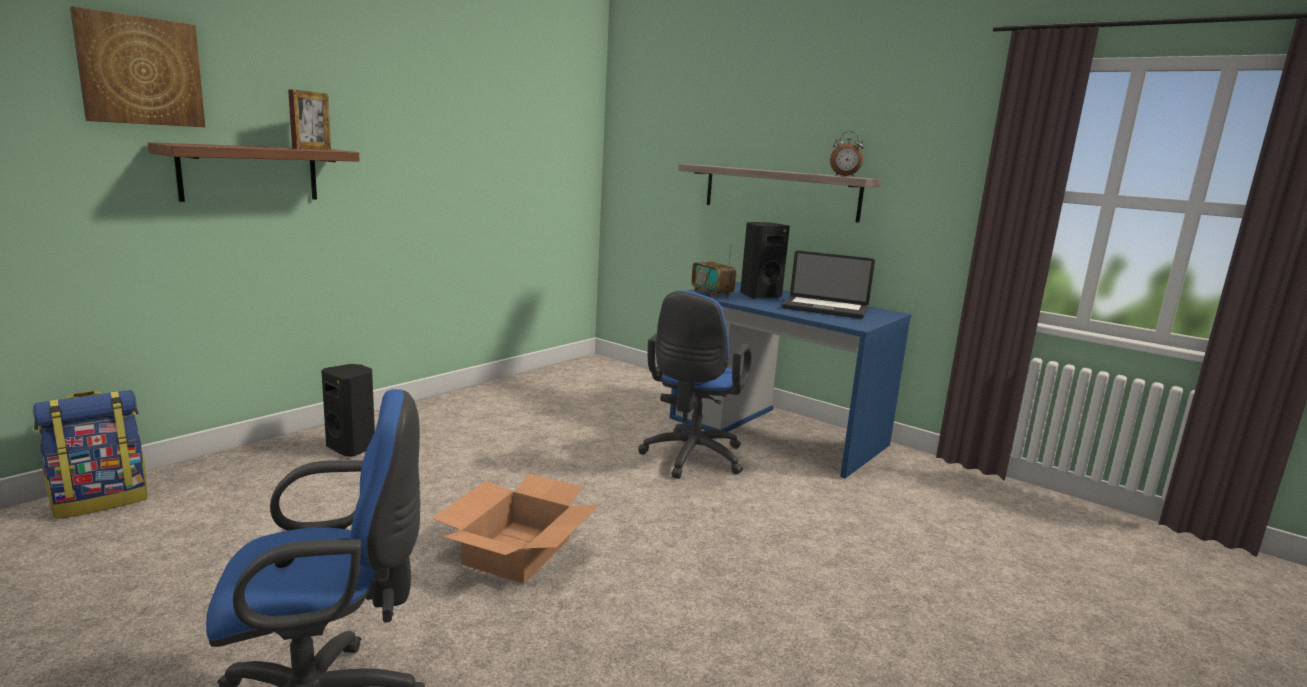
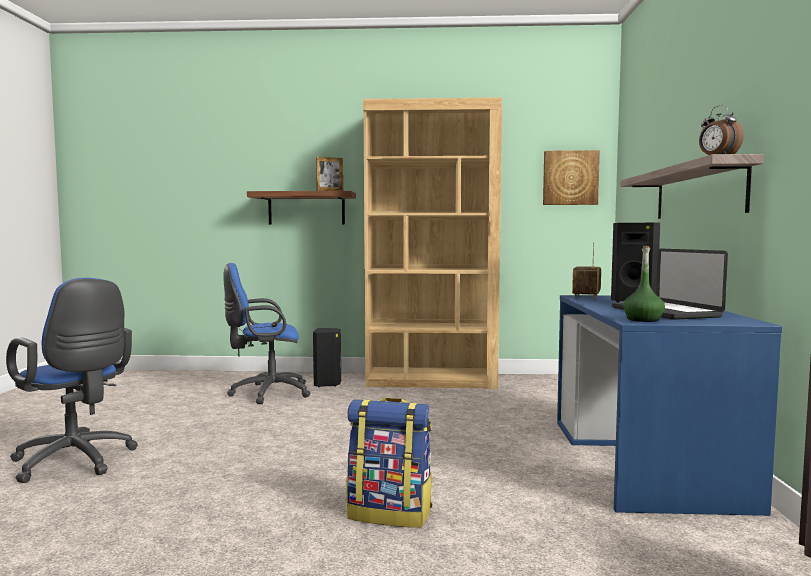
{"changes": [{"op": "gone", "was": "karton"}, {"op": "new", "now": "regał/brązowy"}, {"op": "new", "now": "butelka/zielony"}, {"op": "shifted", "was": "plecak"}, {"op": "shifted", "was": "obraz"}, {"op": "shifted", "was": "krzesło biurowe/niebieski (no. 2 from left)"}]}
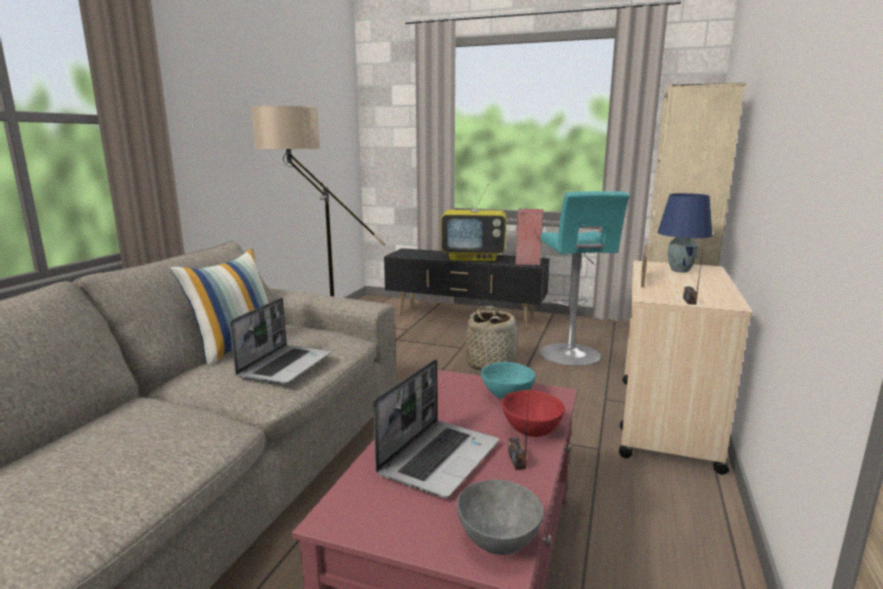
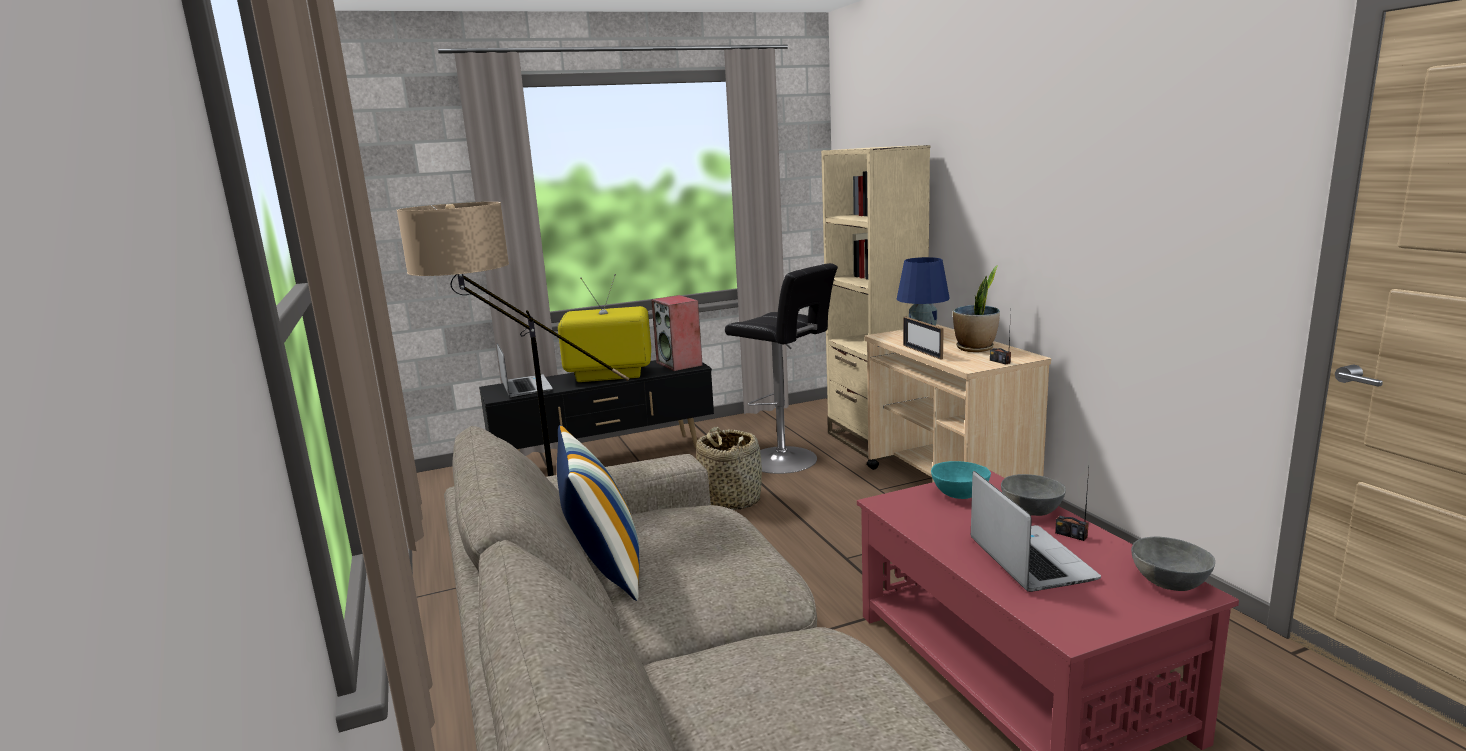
{"changes": [{"op": "new", "now": "roślina doniczkowa"}, {"op": "shifted", "was": "laptop (no. 1 from left)"}, {"op": "repainted", "was": "miska/czerwony", "now": "miska/szary (no. 1 from left)"}, {"op": "repainted", "was": "stołek/turkusowy", "now": "stołek/czarny"}, {"op": "rotated", "was": "telewizor", "clockwise": -150}]}
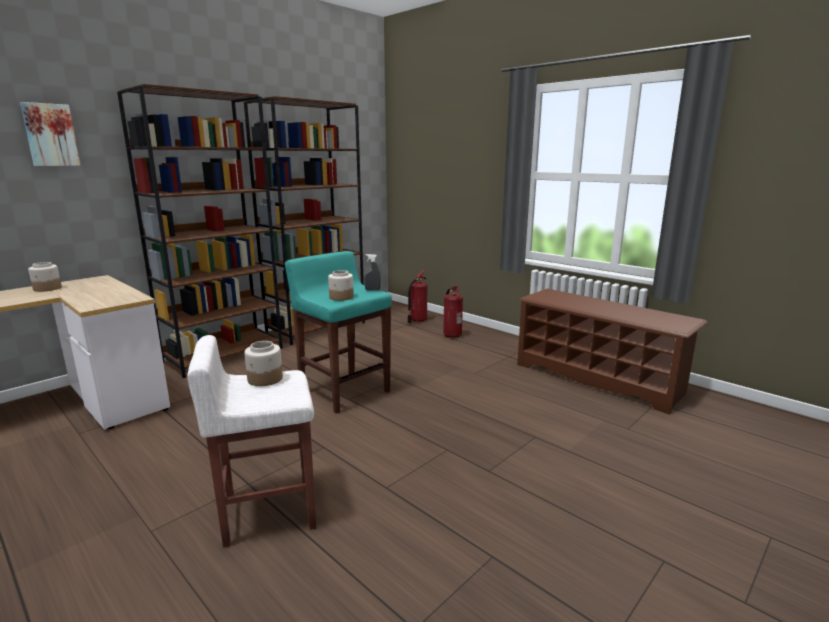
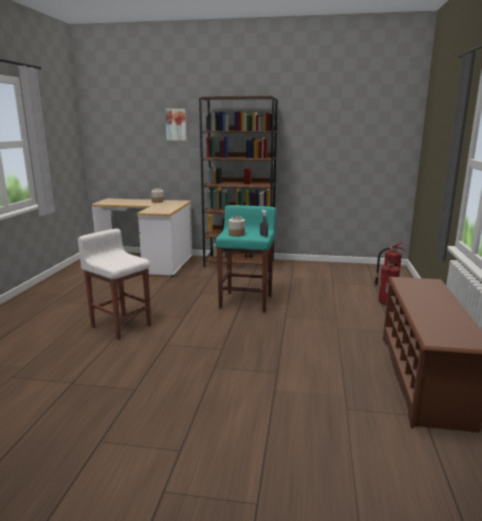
{"changes": [{"op": "gone", "was": "regał/brązowy (no. 2 from left)"}, {"op": "gone", "was": "słoik (no. 2 from left)"}]}
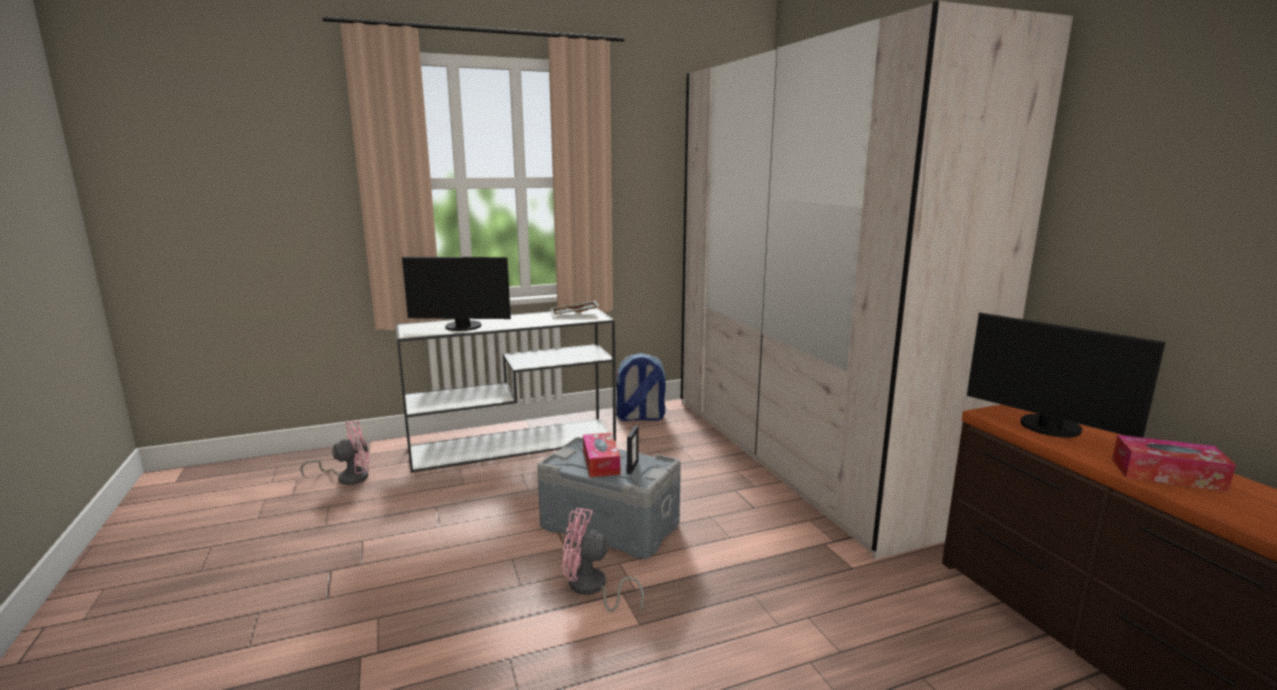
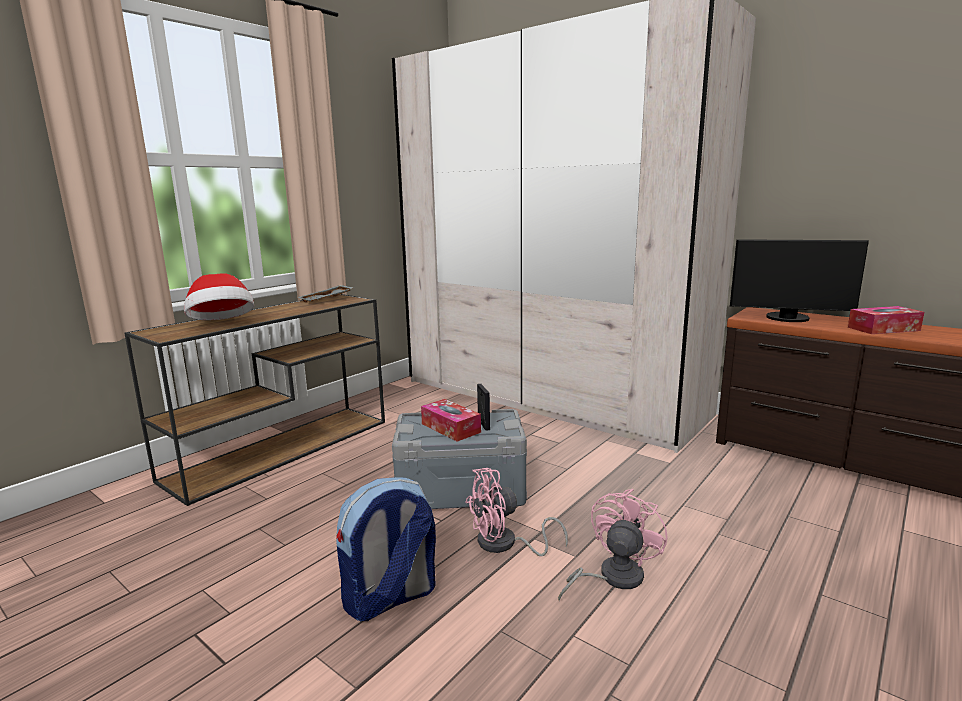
{"changes": [{"op": "shifted", "was": "wentylator/różowy (no. 1 from left in the first image)", "now": "wentylator/różowy (no. 2 from left)"}, {"op": "shifted", "was": "plecak"}, {"op": "swapped", "was": "monitor (no. 1 from left)", "now": "kapelusz"}, {"op": "repainted", "was": "stolik konsolowy/biały", "now": "stolik konsolowy/brązowy"}]}
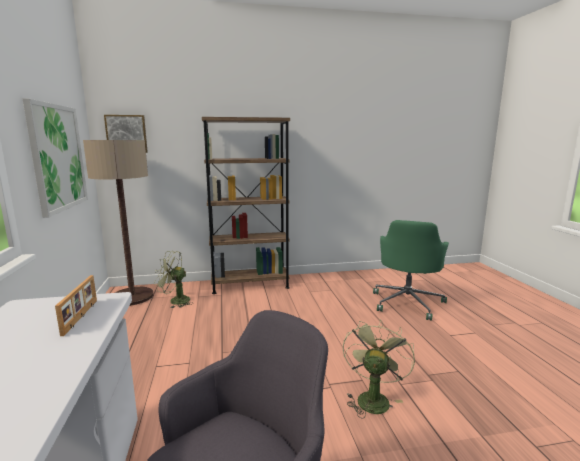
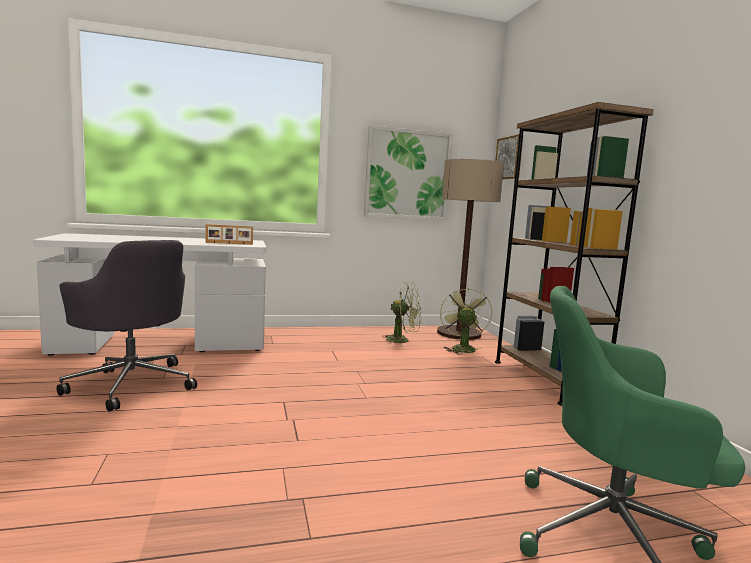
{"changes": [{"op": "shifted", "was": "wentylator/zielony (no. 2 from left in the first image)", "now": "wentylator/zielony (no. 1 from left)"}]}
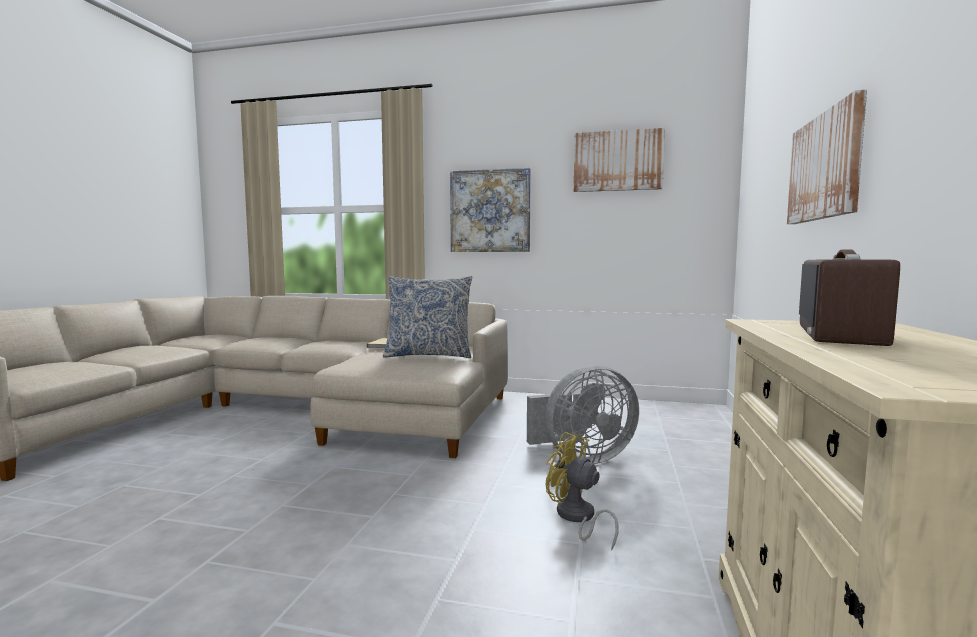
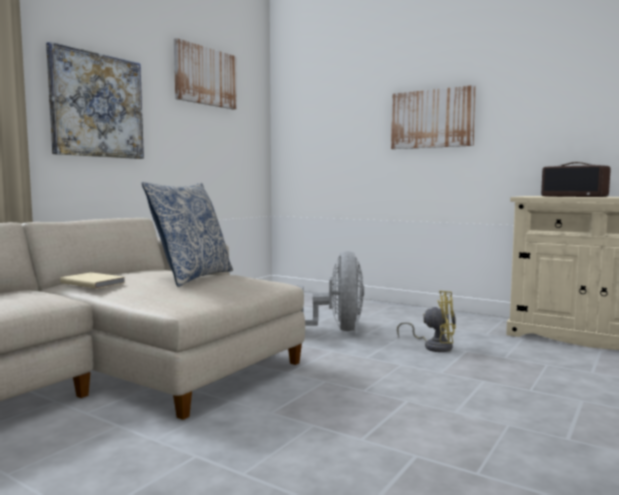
{"changes": [{"op": "rotated", "was": "wentylator/żółty", "clockwise": -135}]}
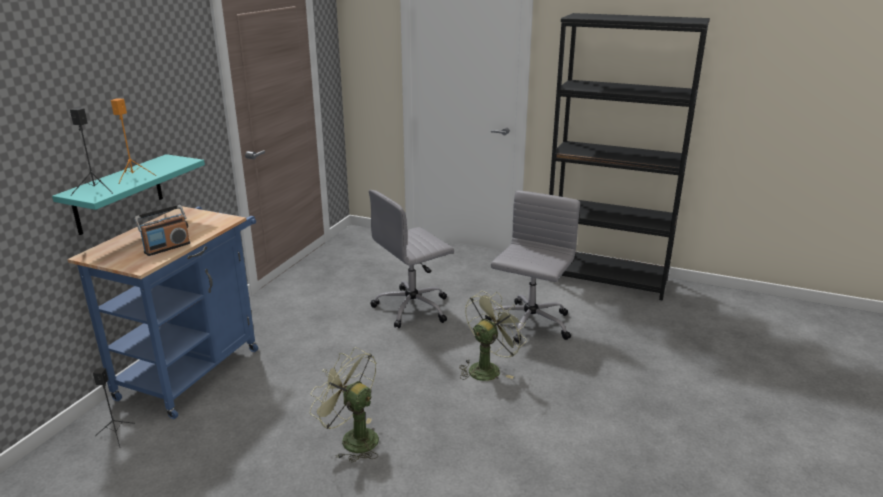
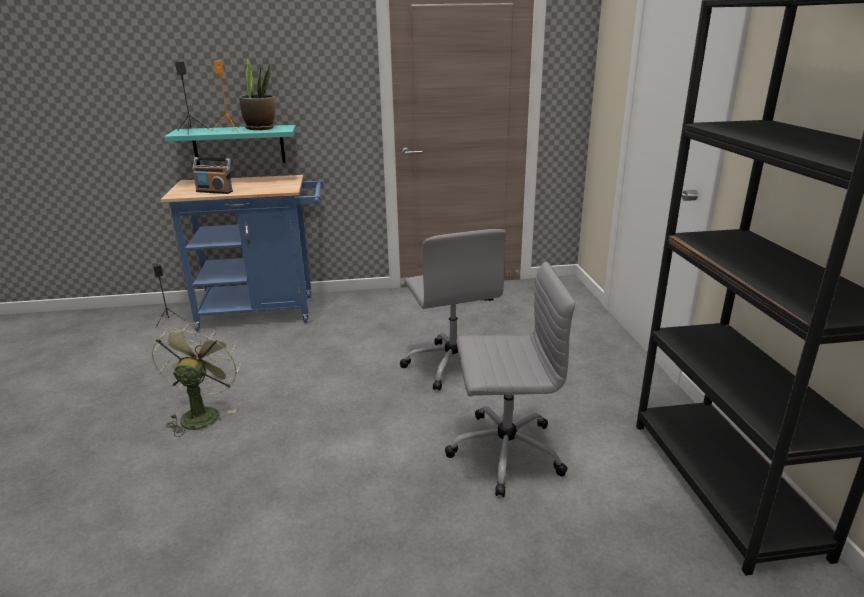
{"changes": [{"op": "gone", "was": "wentylator/zielony (no. 2 from left)"}, {"op": "new", "now": "roślina doniczkowa"}, {"op": "rotated", "was": "krzesło biurowe/szary (no. 1 from left)", "clockwise": -135}]}
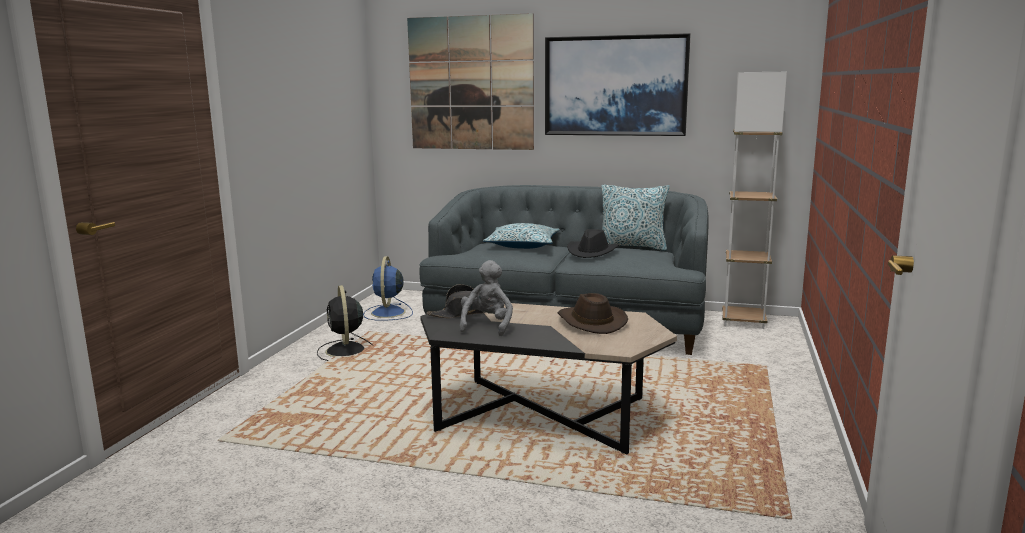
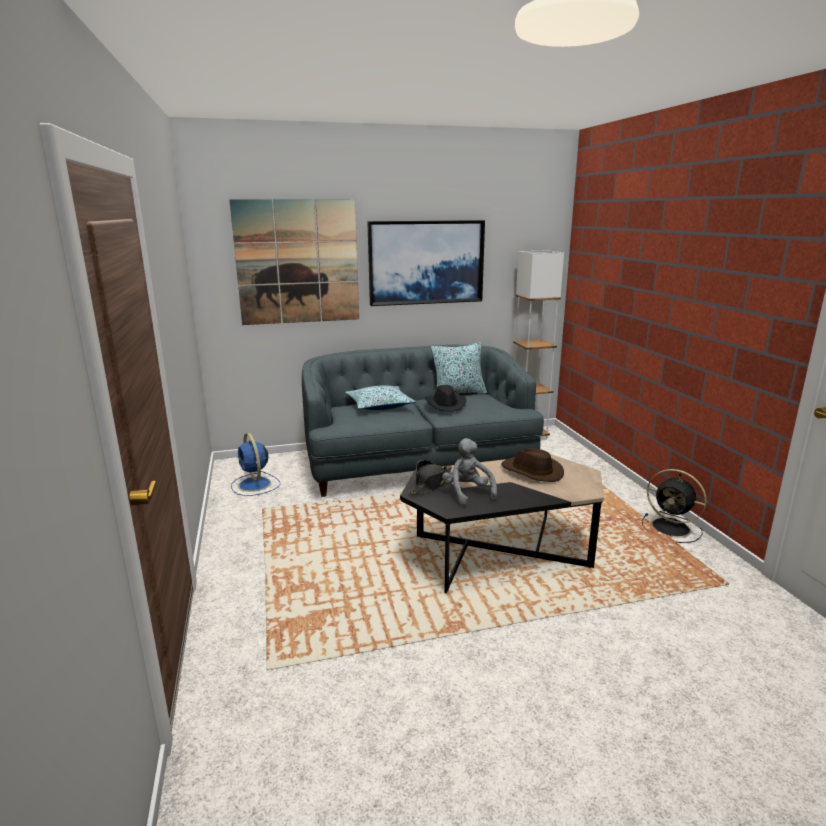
{"changes": [{"op": "shifted", "was": "wentylator/czarny"}]}
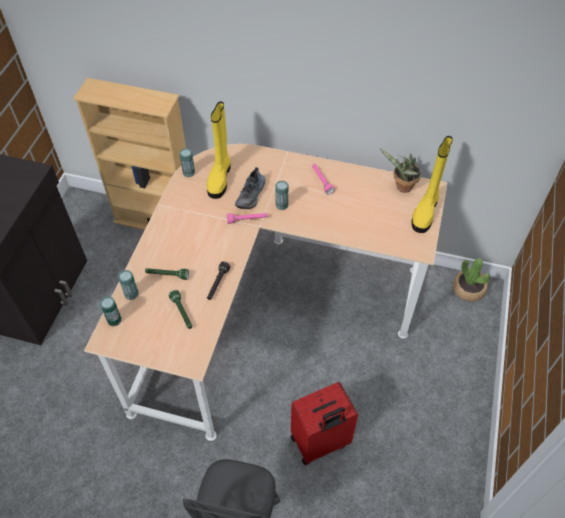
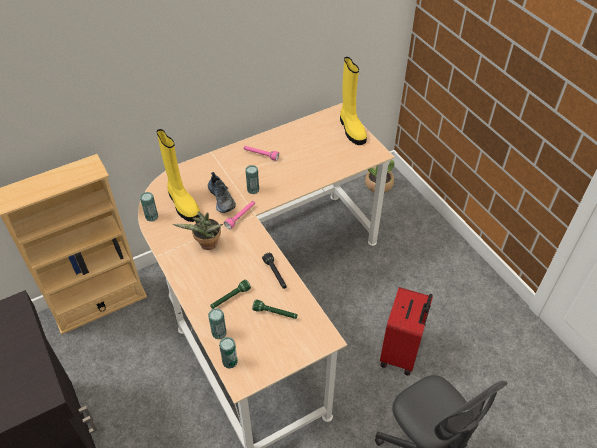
{"changes": [{"op": "shifted", "was": "roślina doniczkowa (no. 1 from left)"}]}
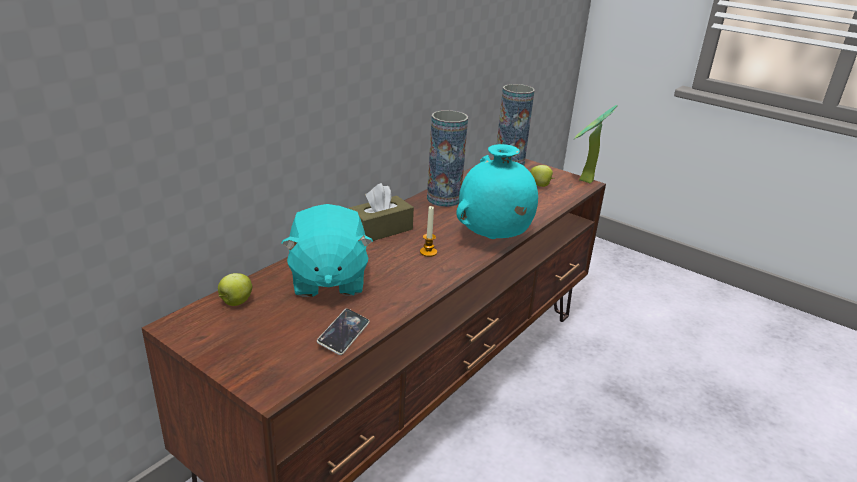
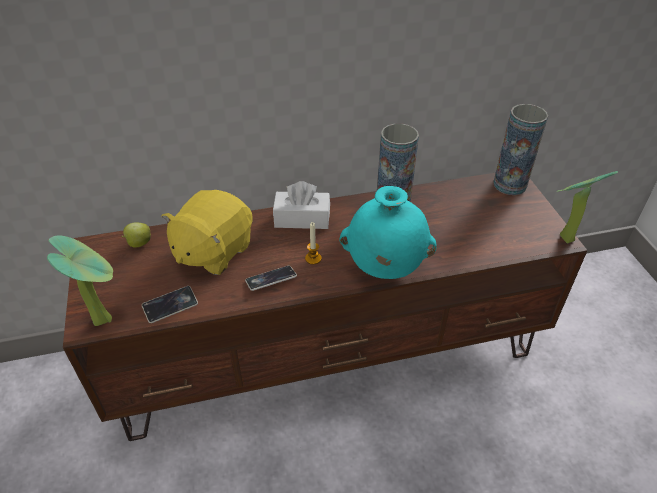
{"changes": [{"op": "gone", "was": "jabłko (no. 2 from left)"}, {"op": "new", "now": "roślina doniczkowa (no. 1 from left)"}, {"op": "new", "now": "telefon (no. 2 from left)"}, {"op": "repainted", "was": "pluszak/turkusowy", "now": "pluszak/żółty"}, {"op": "repainted", "was": "pudełko chusteczek/brązowy", "now": "pudełko chusteczek/biały"}]}
